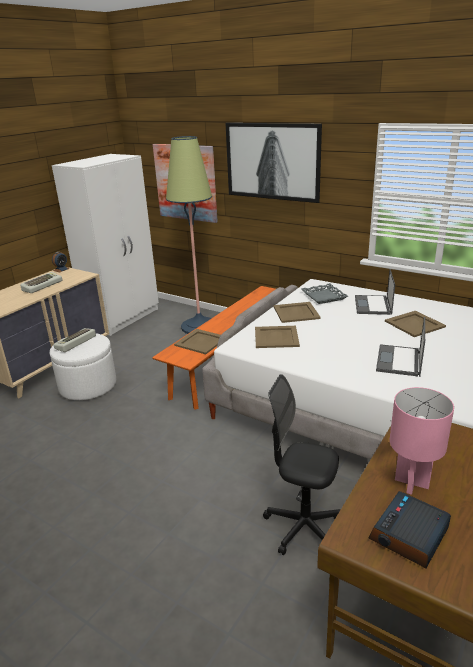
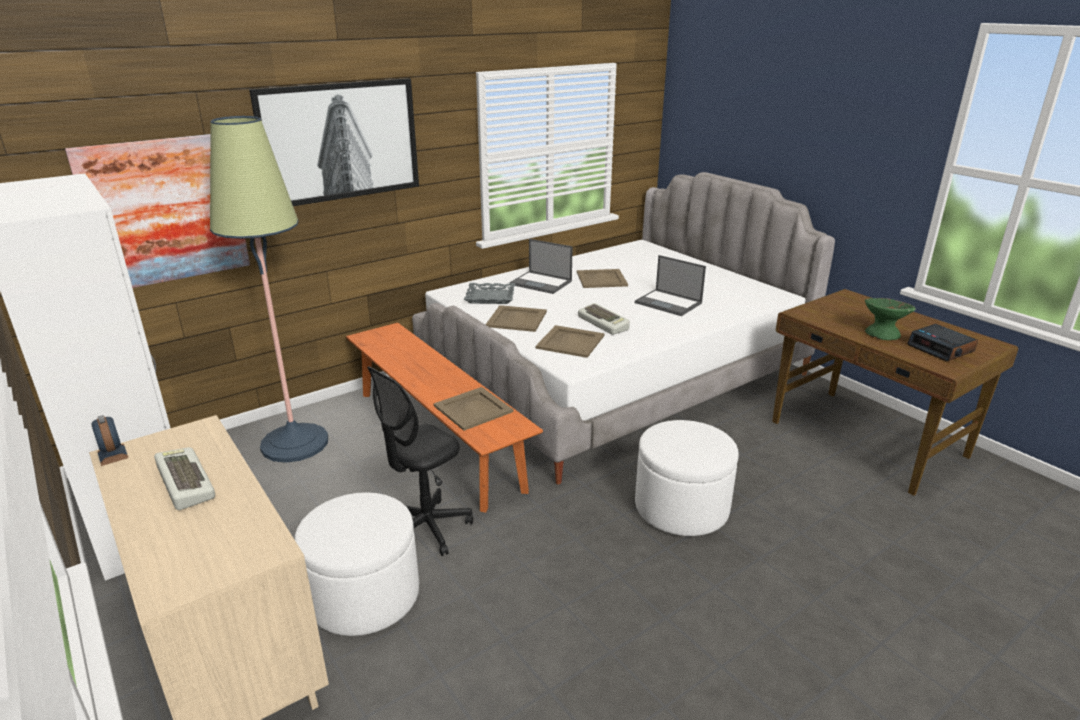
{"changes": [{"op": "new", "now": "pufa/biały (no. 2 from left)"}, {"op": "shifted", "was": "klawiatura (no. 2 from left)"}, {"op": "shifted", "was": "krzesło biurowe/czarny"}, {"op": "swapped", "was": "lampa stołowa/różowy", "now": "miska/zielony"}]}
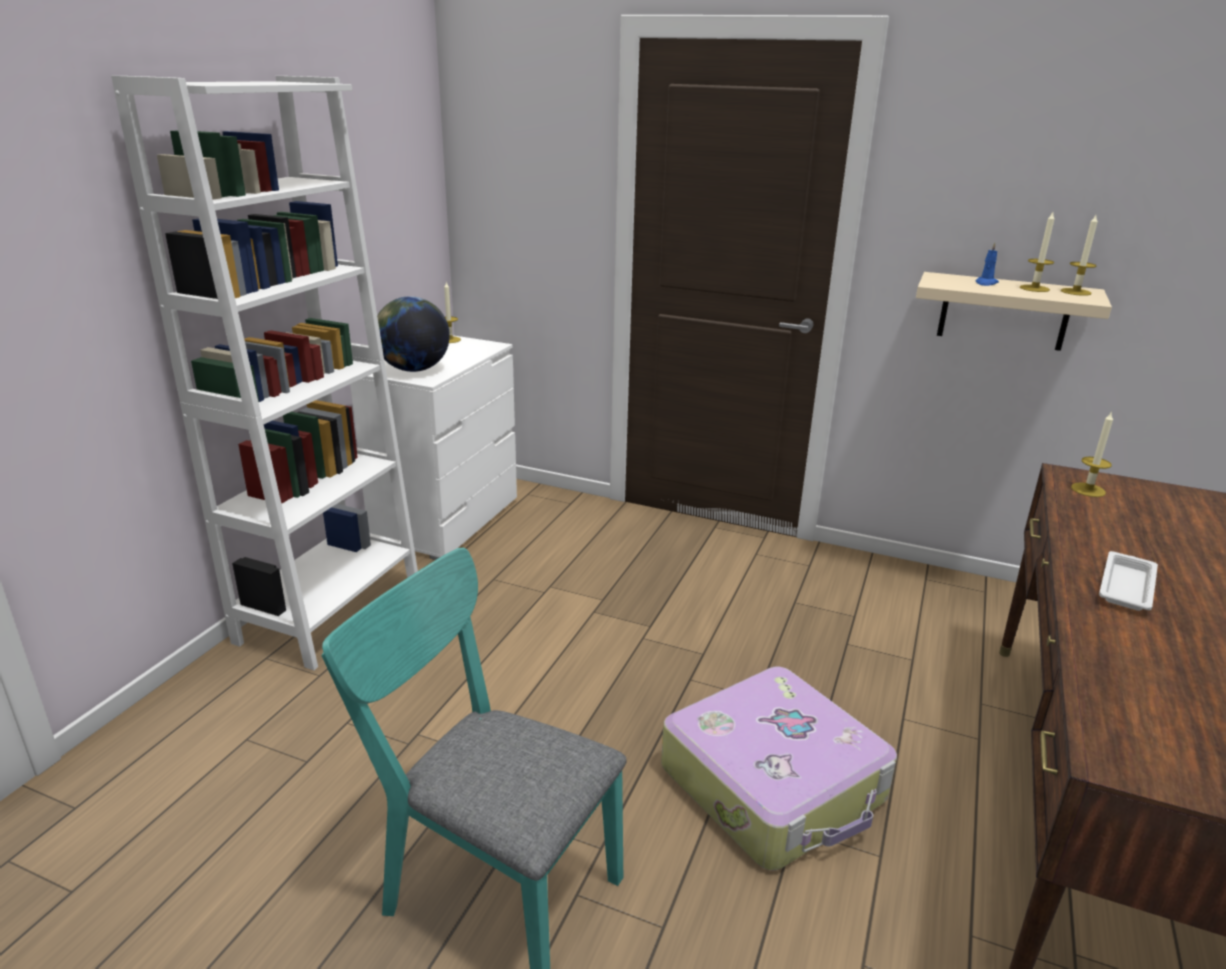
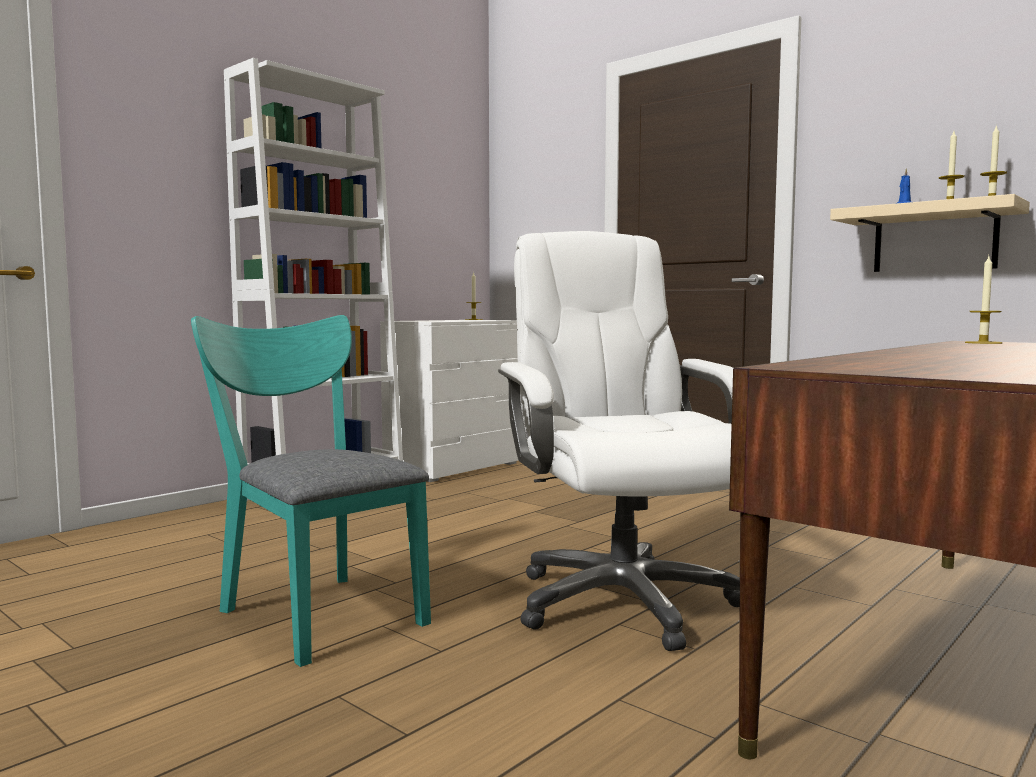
{"changes": [{"op": "gone", "was": "globus"}, {"op": "gone", "was": "taca/biały"}, {"op": "swapped", "was": "walizka", "now": "krzesło biurowe/biały"}]}
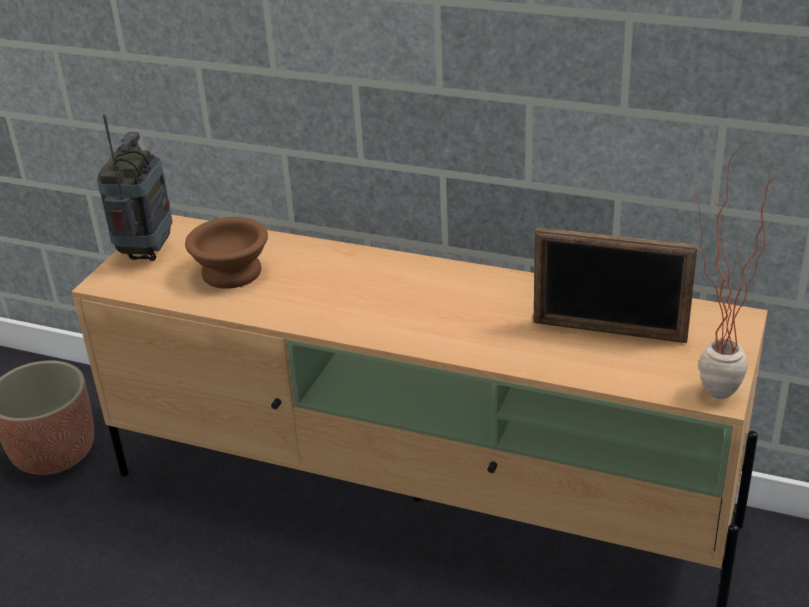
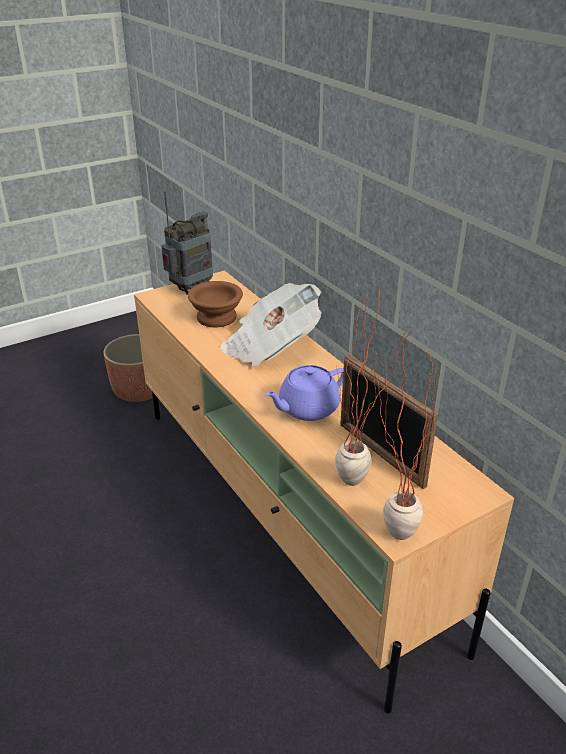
{"changes": [{"op": "new", "now": "gazeta"}, {"op": "new", "now": "imbryk/fioletowy"}, {"op": "new", "now": "roślina doniczkowa (no. 1 from left)"}]}
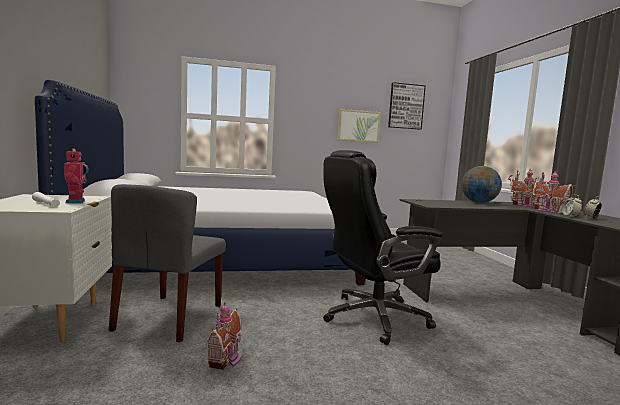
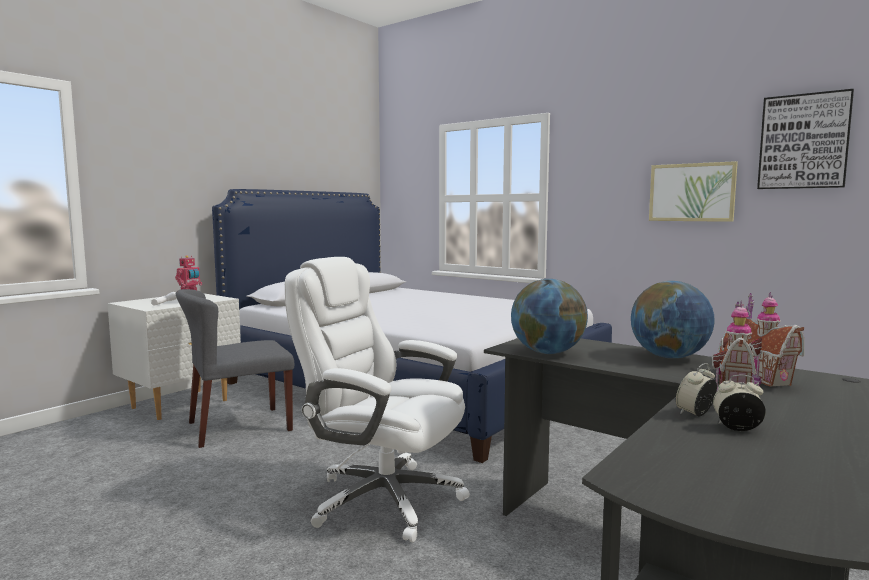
{"changes": [{"op": "gone", "was": "domek (no. 1 from left)"}, {"op": "new", "now": "globus (no. 1 from left)"}, {"op": "repainted", "was": "krzesło biurowe/czarny", "now": "krzesło biurowe/biały"}]}
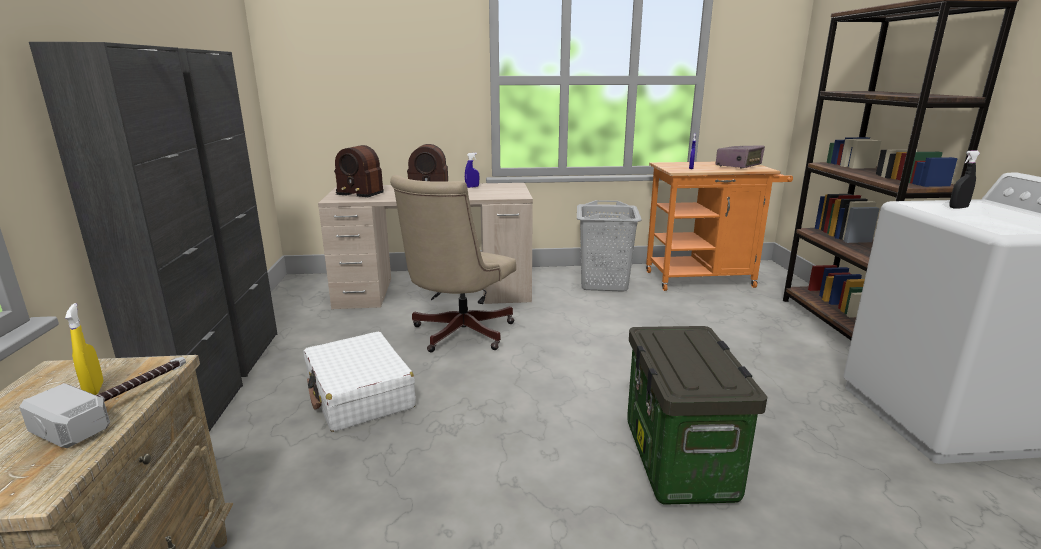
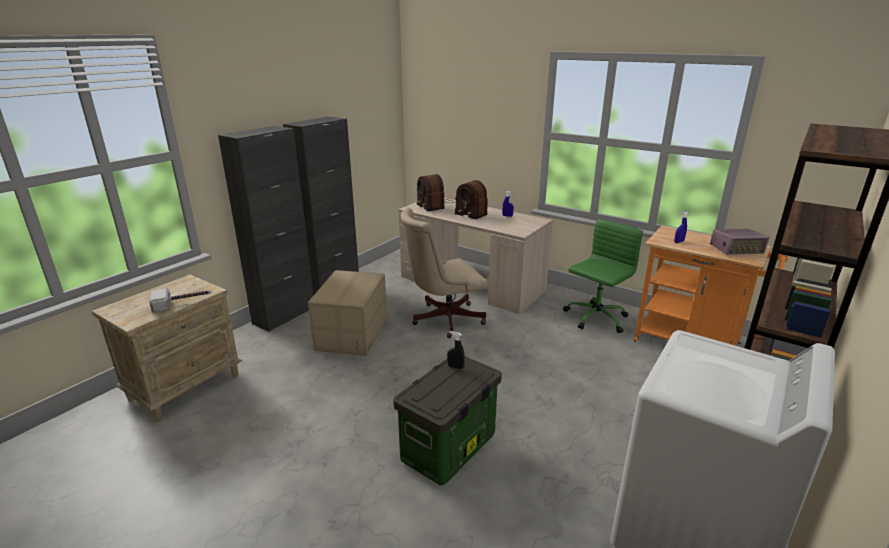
{"changes": [{"op": "gone", "was": "spryskiwacz/żółty"}, {"op": "shifted", "was": "spryskiwacz/czarny"}, {"op": "swapped", "was": "walizka/biały", "now": "karton"}, {"op": "swapped", "was": "kosz na pranie/szary", "now": "krzesło biurowe/zielony"}]}
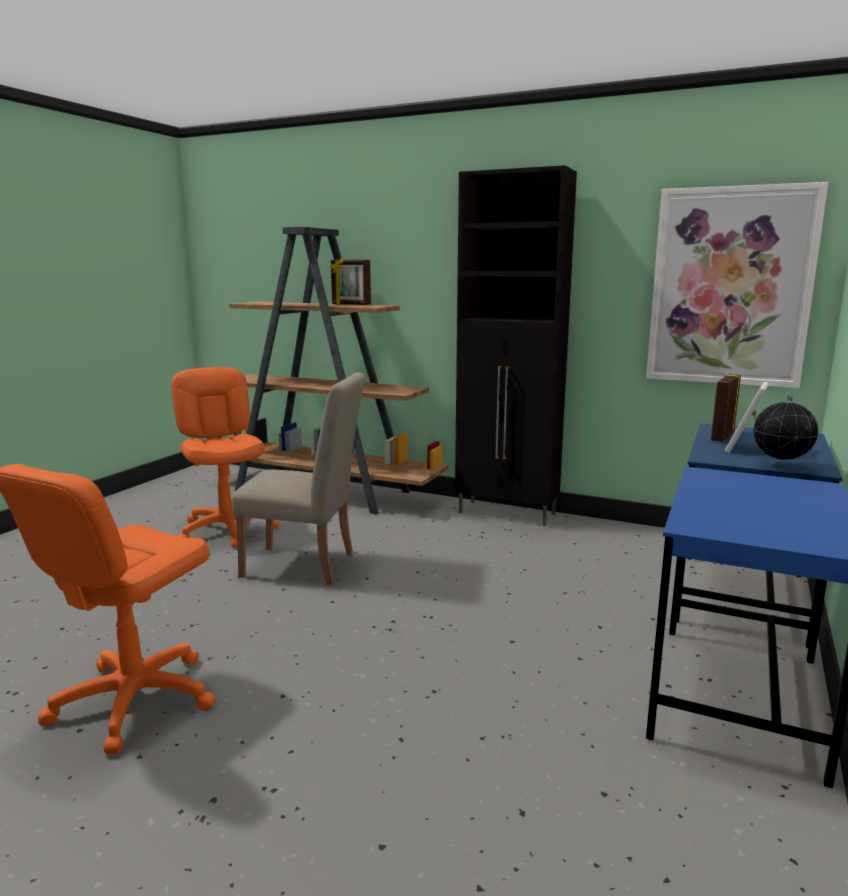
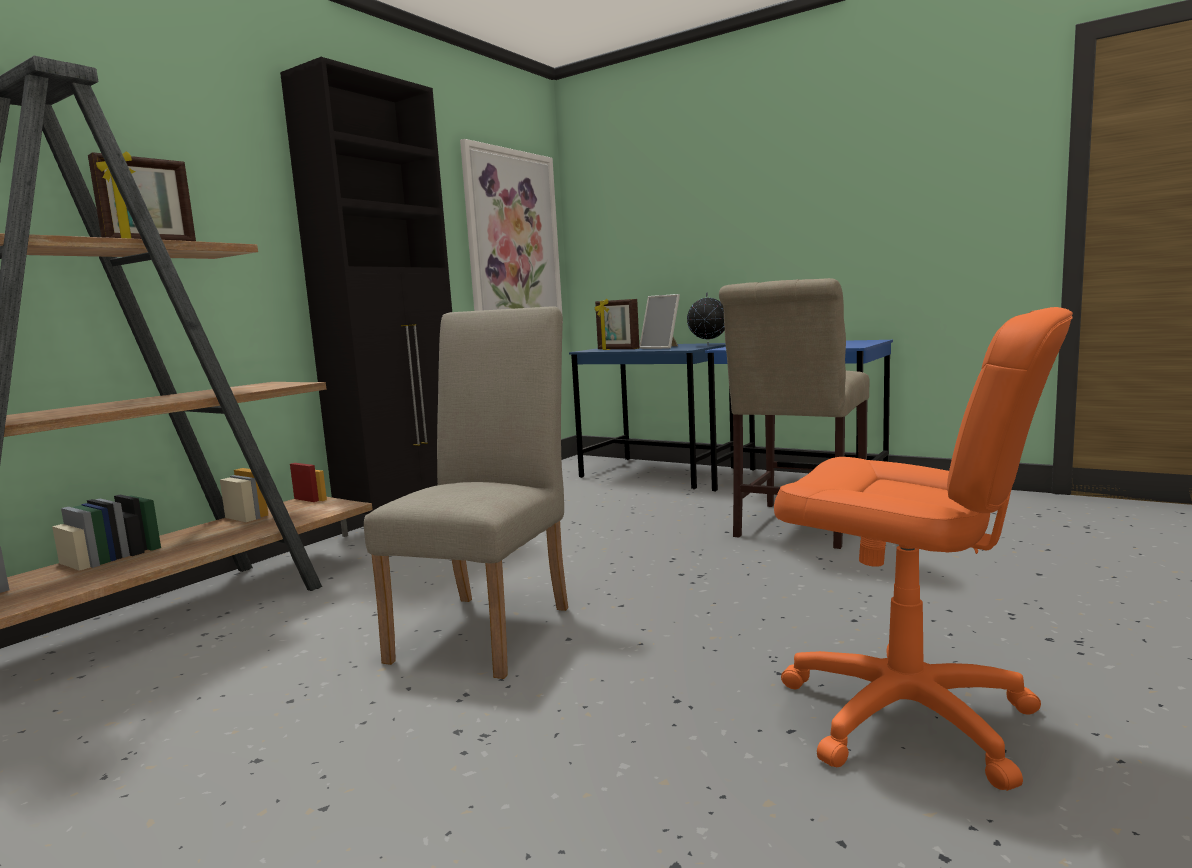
{"changes": [{"op": "gone", "was": "krzesło biurowe/pomarańczowy (no. 2 from left)"}, {"op": "new", "now": "krzesło/beżowy (no. 2 from left)"}]}
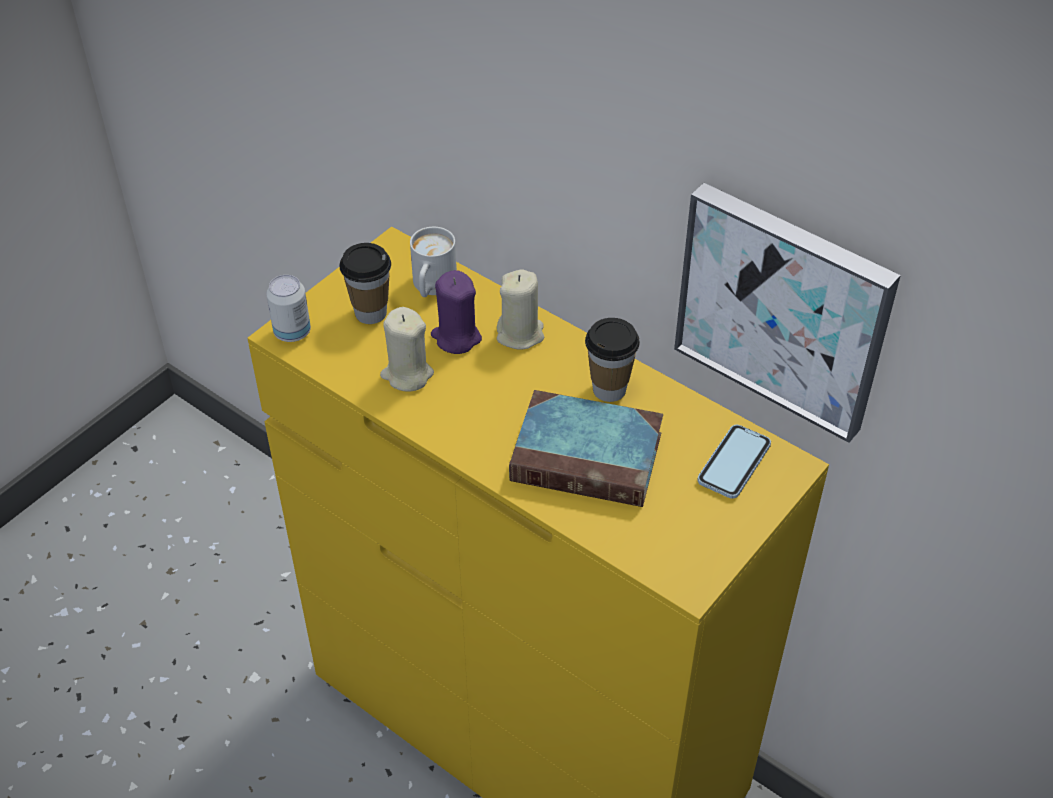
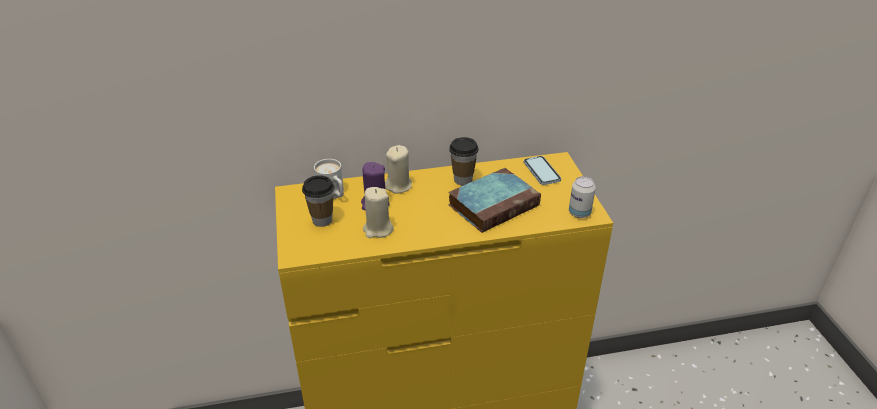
{"changes": [{"op": "gone", "was": "obraz"}, {"op": "shifted", "was": "puszka"}]}
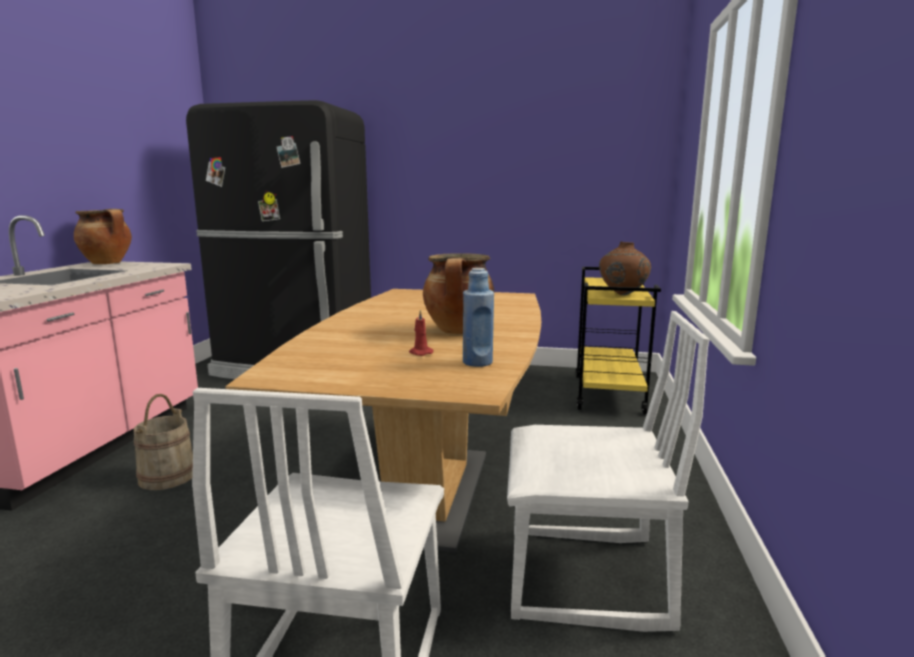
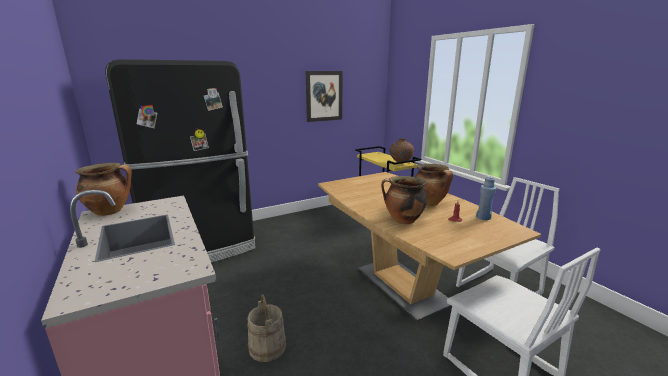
{"changes": [{"op": "new", "now": "obraz"}, {"op": "new", "now": "garnek (no. 2 from left)"}]}
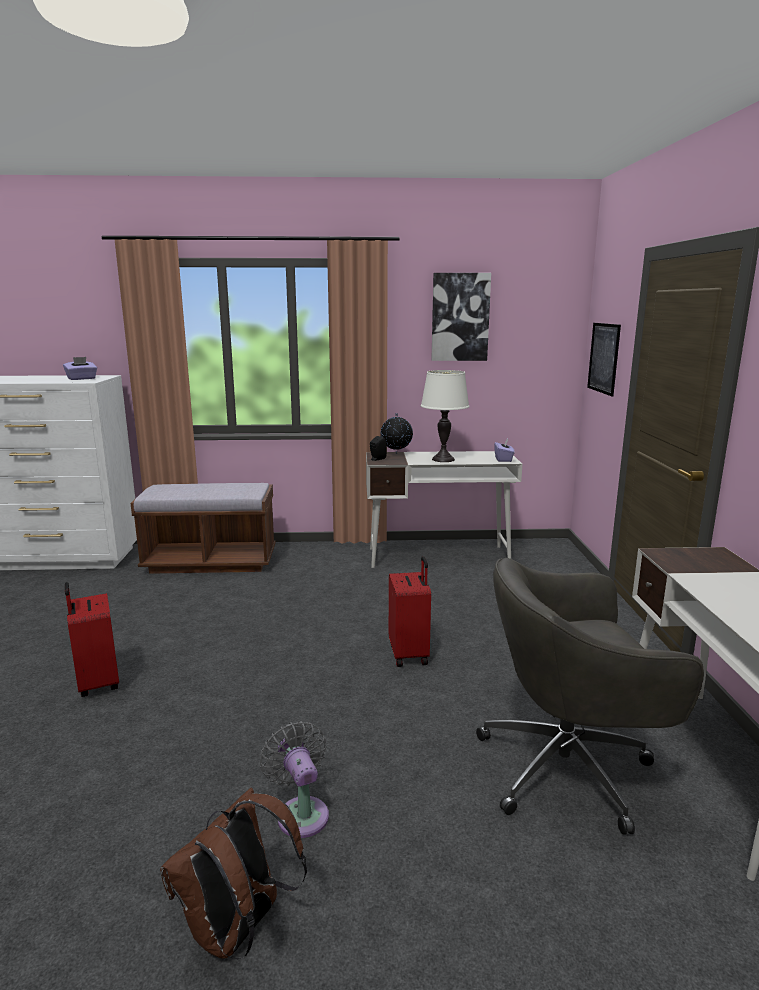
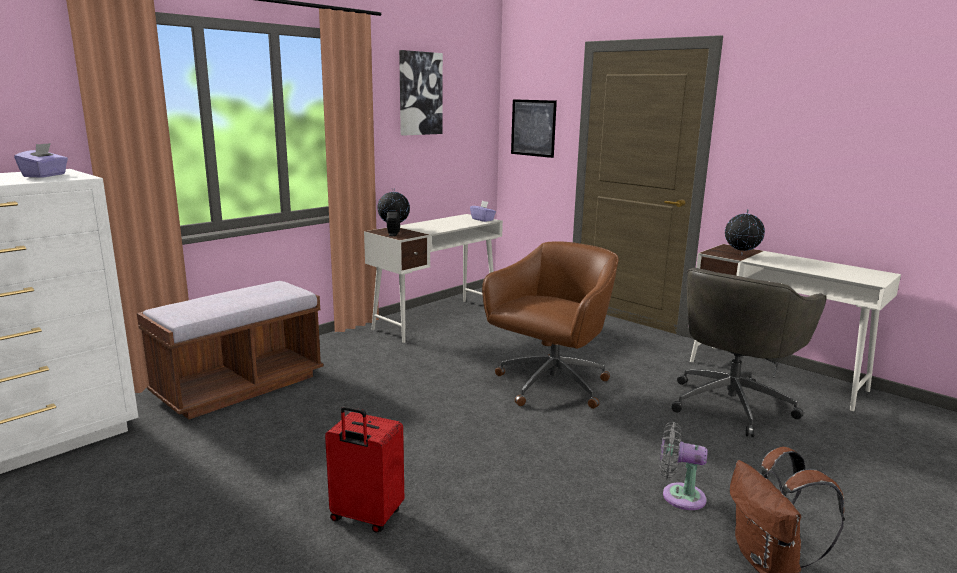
{"changes": [{"op": "gone", "was": "lampa stołowa/biały"}, {"op": "new", "now": "globus (no. 2 from left)"}, {"op": "swapped", "was": "walizka/czerwony (no. 2 from left)", "now": "krzesło biurowe/brązowy"}]}
